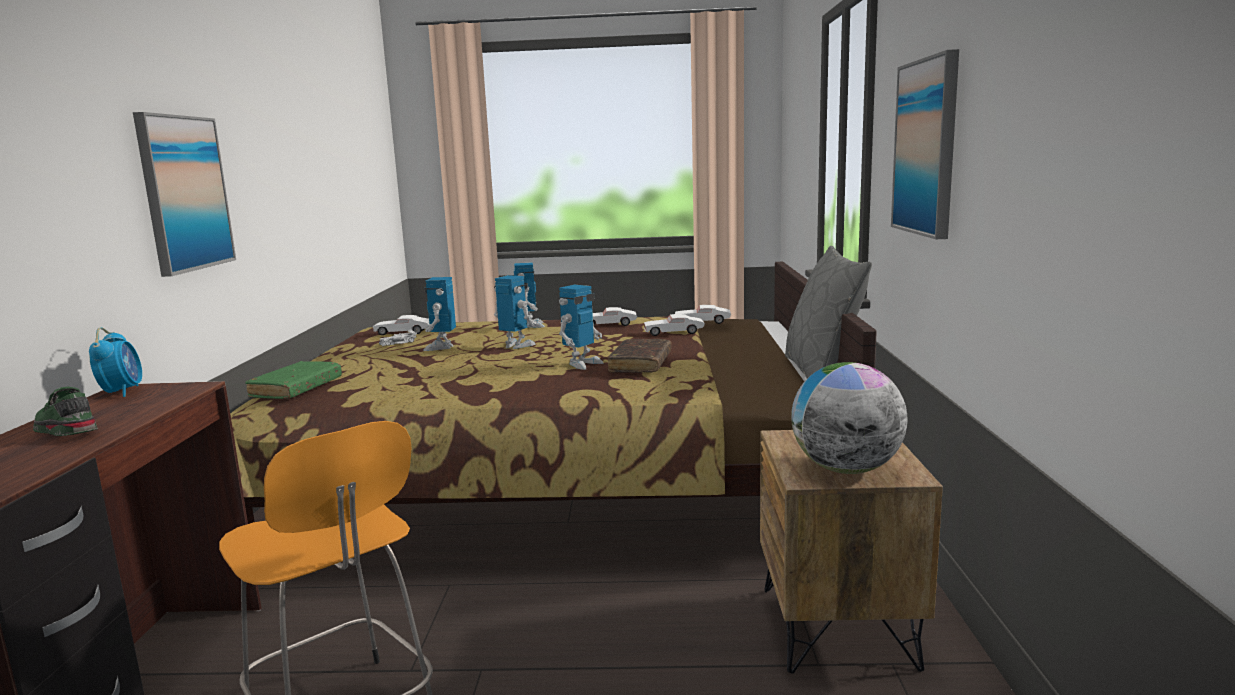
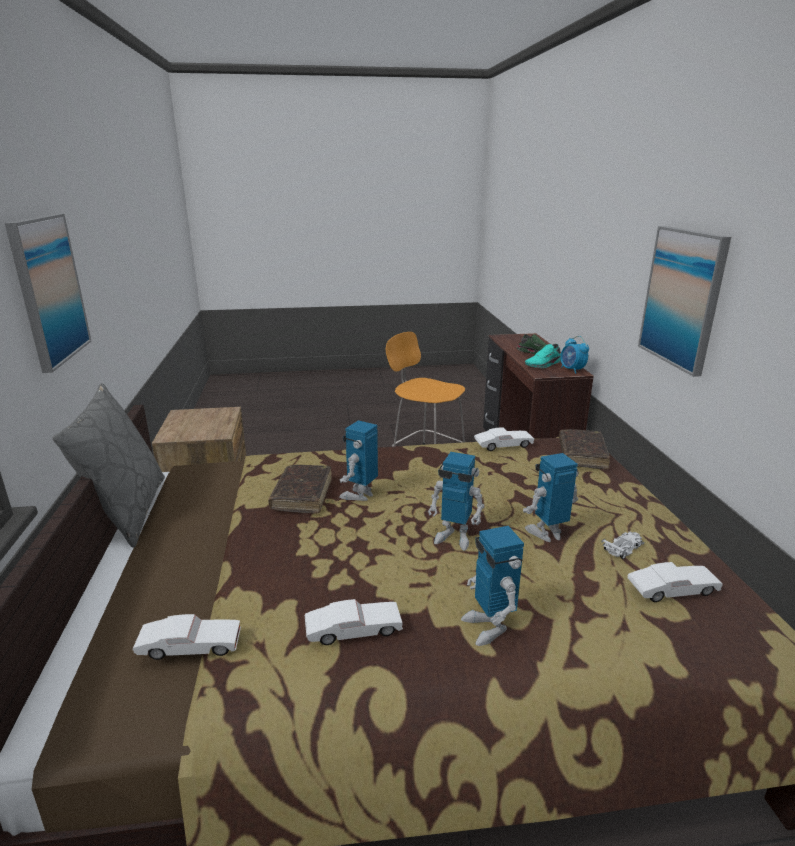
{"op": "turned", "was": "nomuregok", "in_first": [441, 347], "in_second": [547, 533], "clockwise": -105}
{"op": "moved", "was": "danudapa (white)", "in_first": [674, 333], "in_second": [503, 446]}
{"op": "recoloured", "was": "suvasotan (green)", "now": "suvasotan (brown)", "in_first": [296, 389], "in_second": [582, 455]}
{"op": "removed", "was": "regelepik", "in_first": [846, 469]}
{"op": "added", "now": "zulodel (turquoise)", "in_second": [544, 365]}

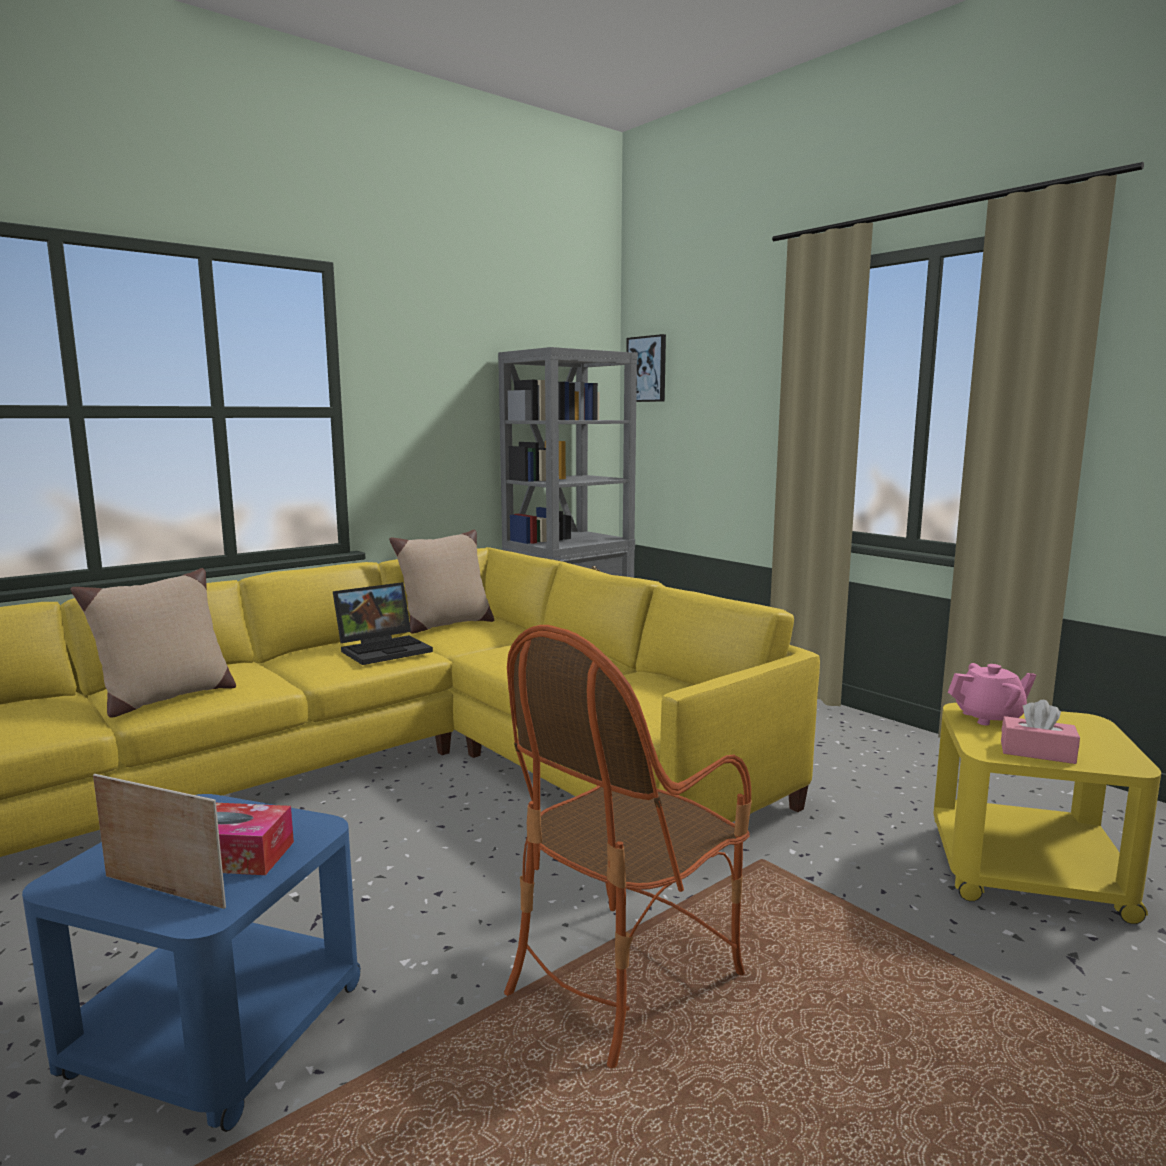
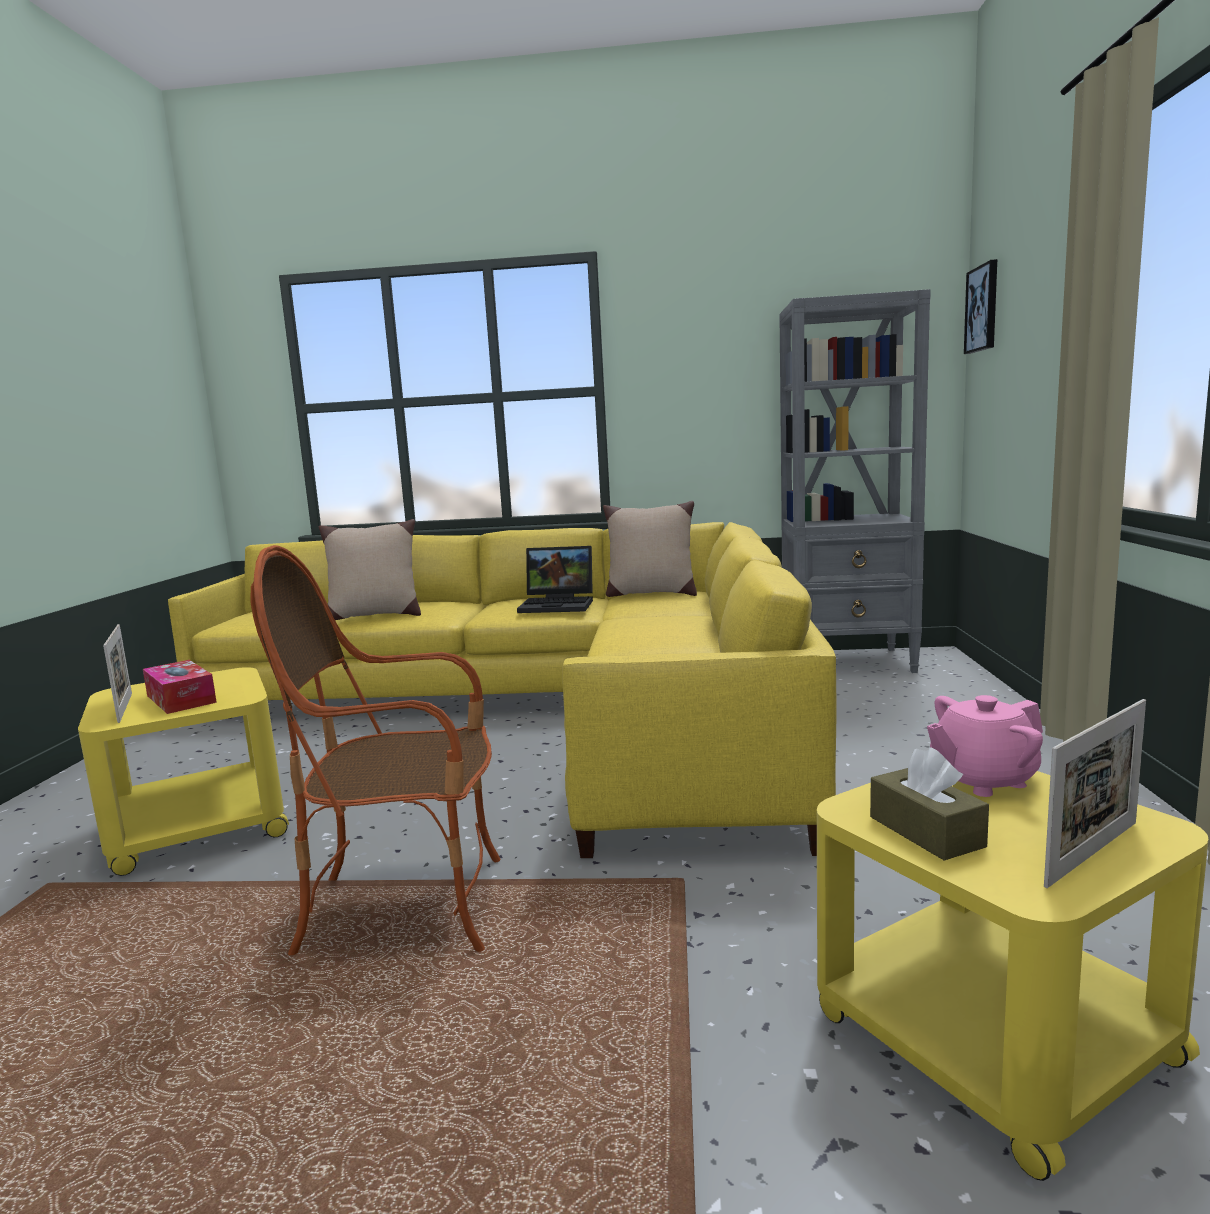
{"op": "turned", "was": "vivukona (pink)", "in_first": [989, 717], "in_second": [981, 780], "clockwise": 120}
{"op": "recoloured", "was": "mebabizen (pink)", "now": "mebabizen (brown)", "in_first": [1037, 752], "in_second": [926, 831]}
{"op": "recoloured", "was": "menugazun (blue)", "now": "menugazun (yellow)", "in_first": [216, 1032], "in_second": [198, 827]}
{"op": "added", "now": "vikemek", "in_second": [1092, 853]}

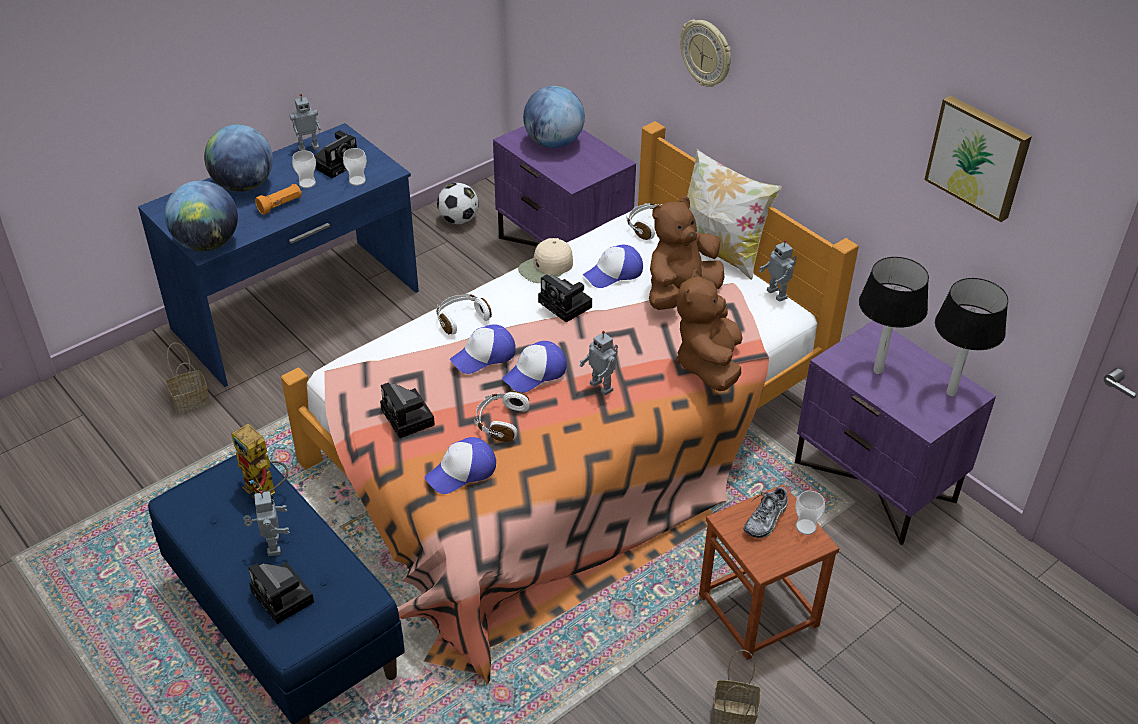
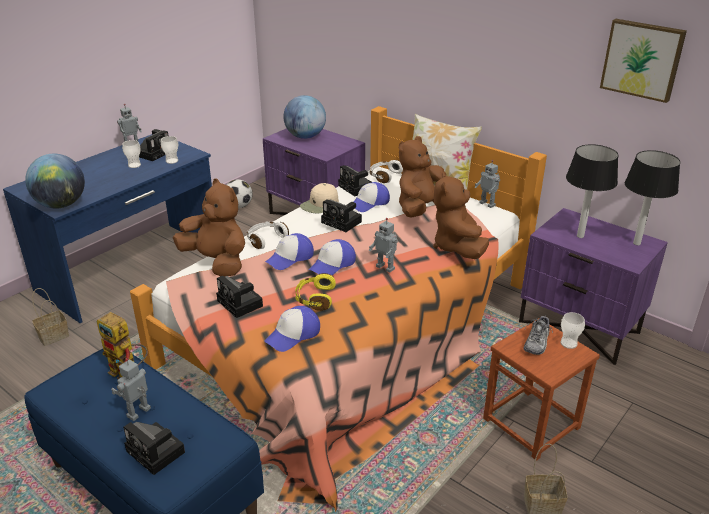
{"op": "removed", "was": "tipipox", "in_first": [707, 53]}
{"op": "removed", "was": "regelepik", "in_first": [244, 185]}
{"op": "removed", "was": "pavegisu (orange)", "in_first": [280, 205]}
{"op": "recoloured", "was": "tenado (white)", "now": "tenado (yellow)", "in_first": [500, 422], "in_second": [314, 298]}
{"op": "turned", "was": "nomuregok", "in_first": [271, 546], "in_second": [139, 413], "clockwise": -120}
{"op": "added", "now": "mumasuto", "in_second": [357, 188]}
{"op": "added", "now": "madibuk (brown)", "in_second": [217, 262]}

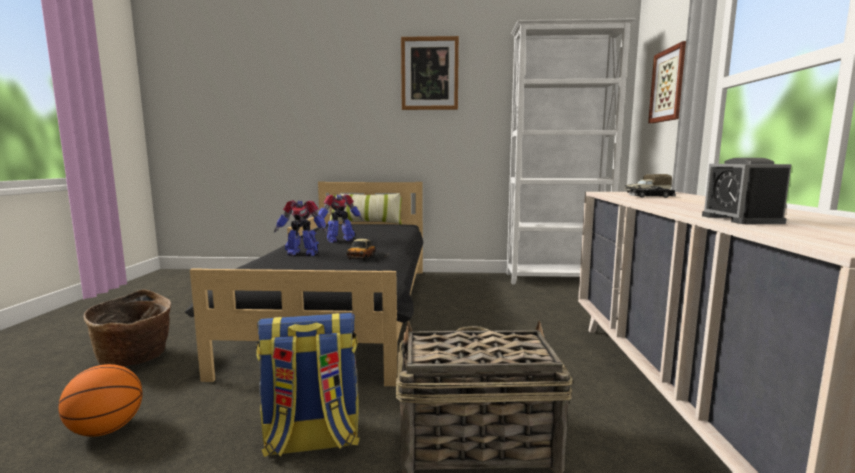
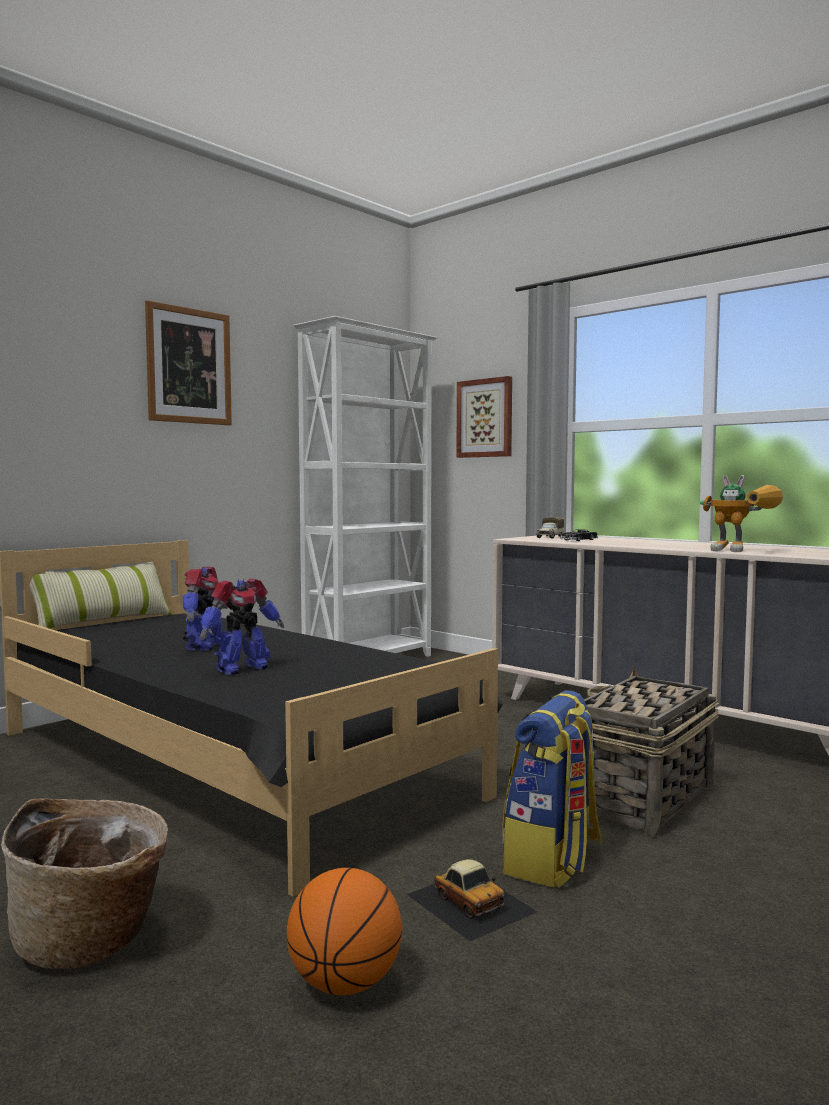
{"op": "replaced", "was": "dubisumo", "now": "nomuregok", "in_first": [741, 219], "in_second": [743, 551]}
{"op": "moved", "was": "danudapa", "in_first": [362, 257], "in_second": [470, 902]}

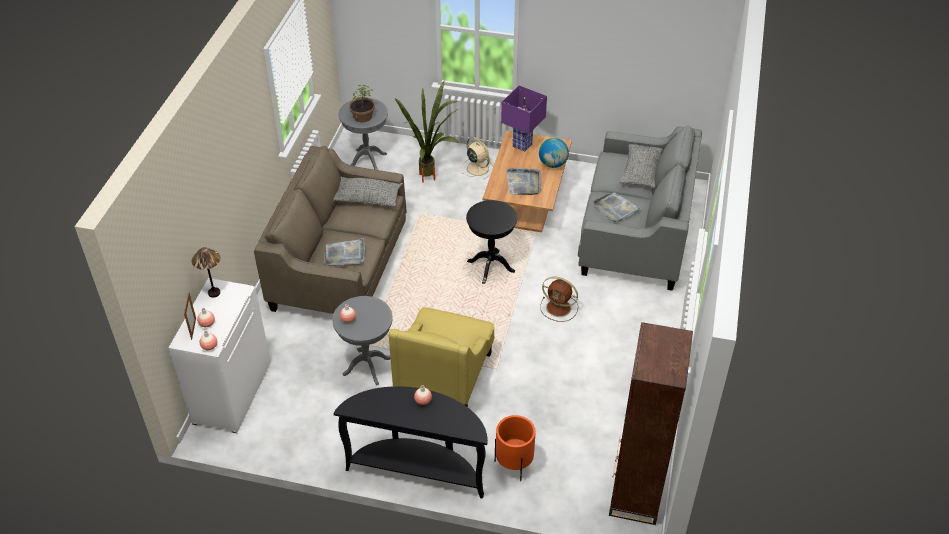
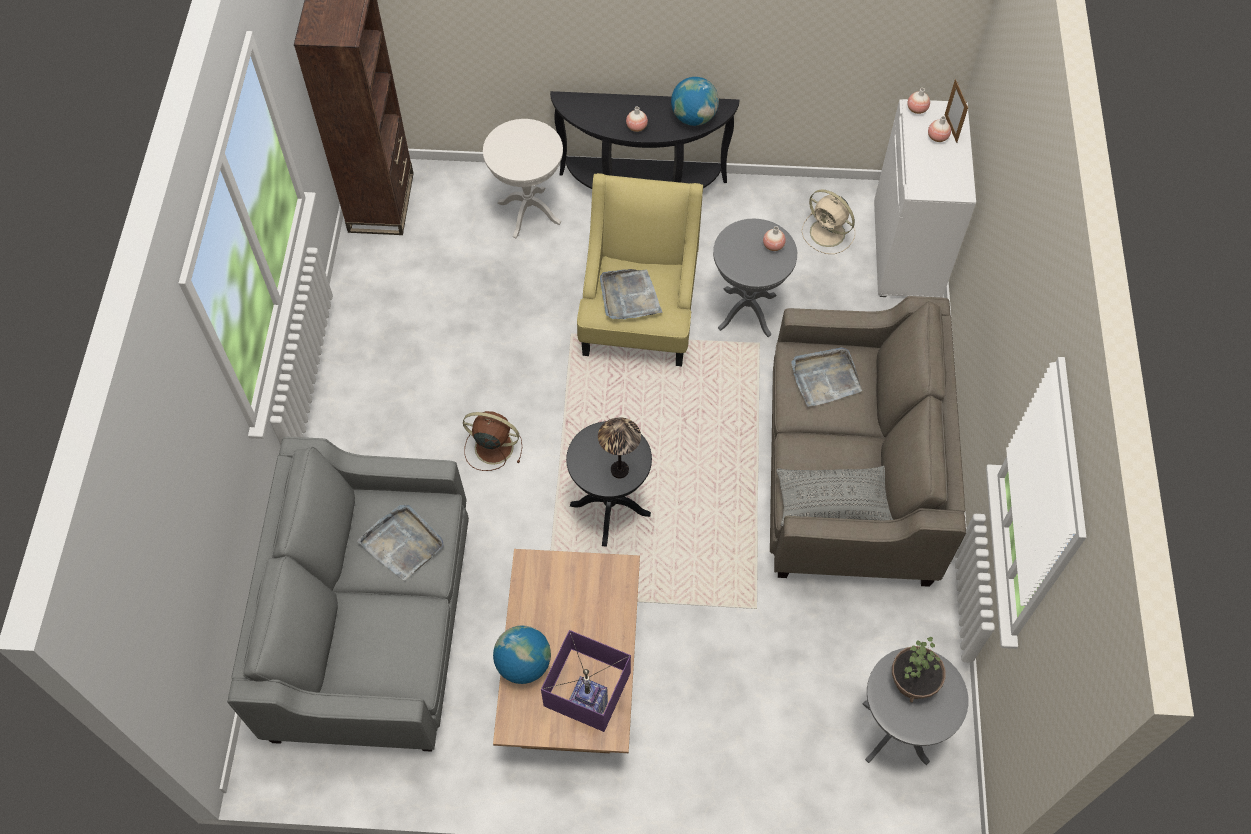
{"op": "removed", "was": "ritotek", "in_first": [432, 177]}
{"op": "moved", "was": "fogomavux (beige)", "in_first": [477, 168], "in_second": [828, 233]}
{"op": "removed", "was": "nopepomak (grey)", "in_first": [640, 171]}
{"op": "moved", "was": "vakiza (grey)", "in_first": [524, 183], "in_second": [629, 297]}
{"op": "moved", "was": "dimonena", "in_first": [214, 293], "in_second": [619, 470]}
{"op": "replaced", "was": "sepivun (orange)", "now": "menugazun (white)", "in_first": [514, 465], "in_second": [529, 212]}
{"op": "added", "now": "regelepik", "in_second": [694, 117]}

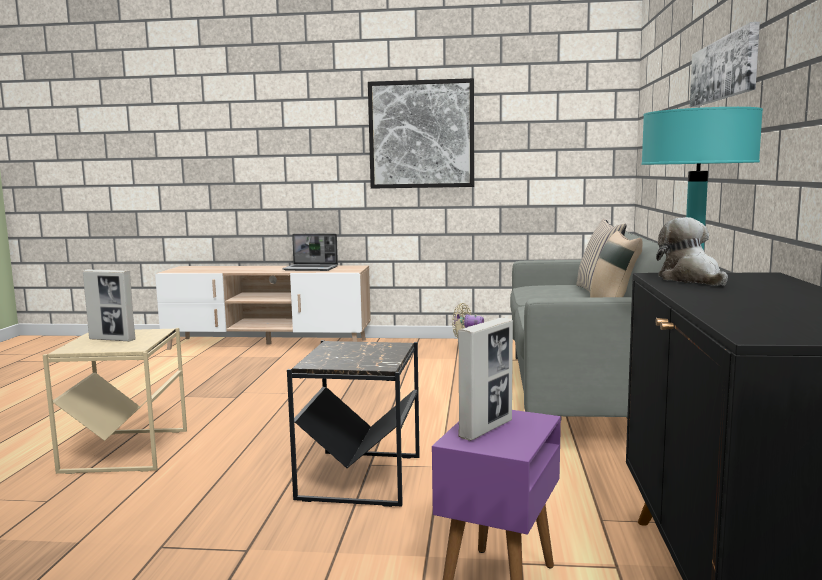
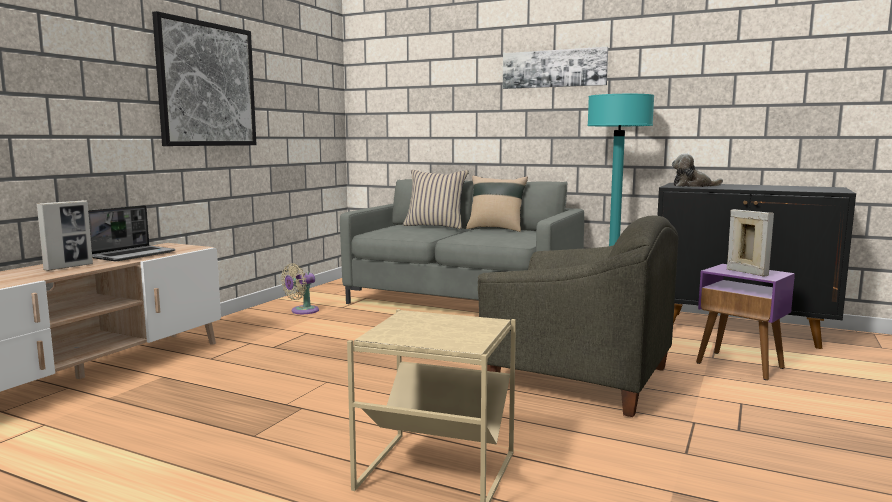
{"op": "moved", "was": "vikemek", "in_first": [112, 339], "in_second": [69, 267]}
{"op": "replaced", "was": "menugazun (black)", "now": "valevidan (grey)", "in_first": [359, 478], "in_second": [577, 378]}

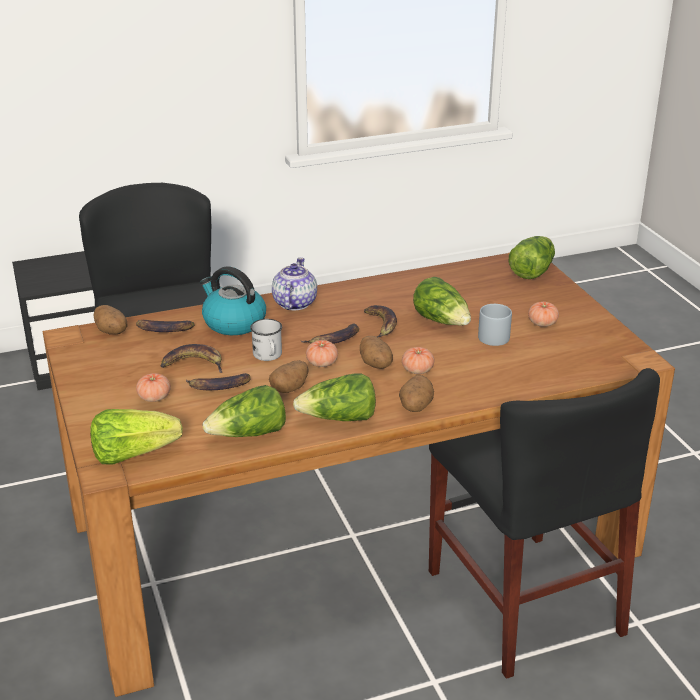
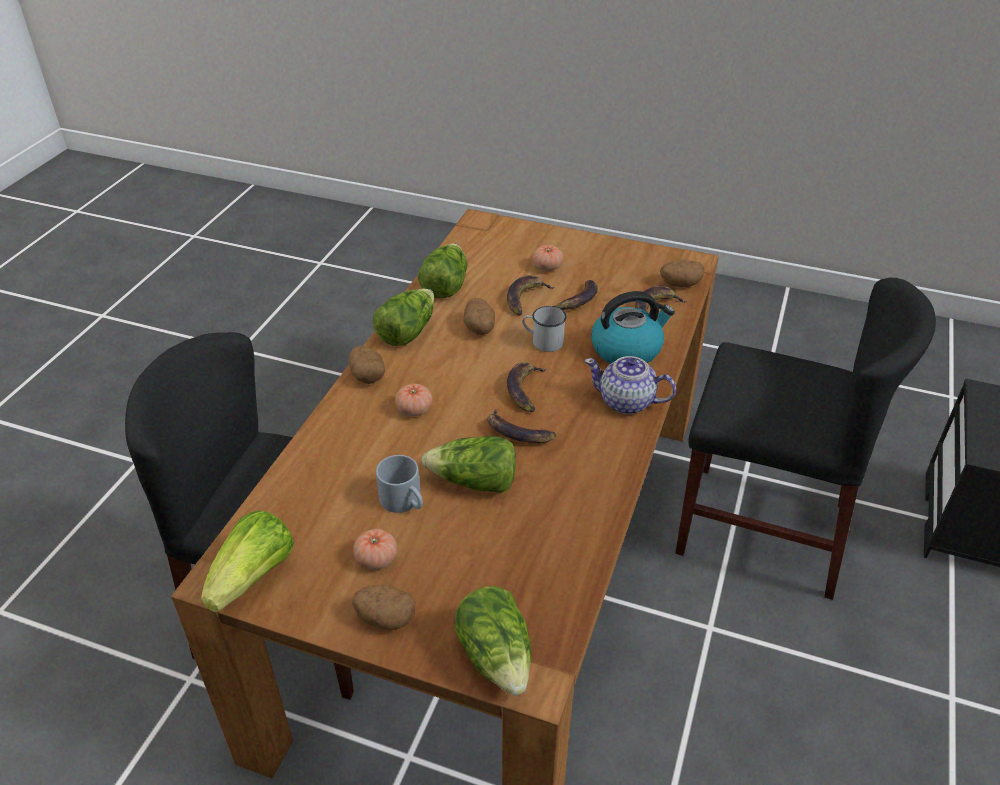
{"op": "turned", "was": "vivukona", "in_first": [294, 303], "in_second": [627, 402], "clockwise": 150}
{"op": "moved", "was": "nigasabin", "in_first": [376, 365], "in_second": [385, 618]}
{"op": "removed", "was": "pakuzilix", "in_first": [322, 363]}
{"op": "moved", "was": "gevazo", "in_first": [132, 454], "in_second": [254, 577]}

